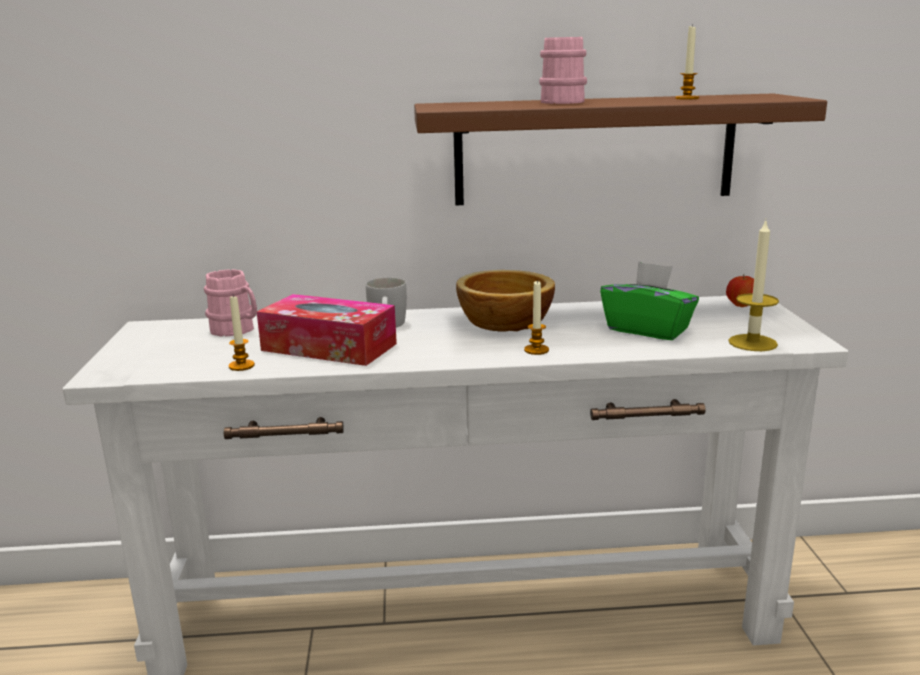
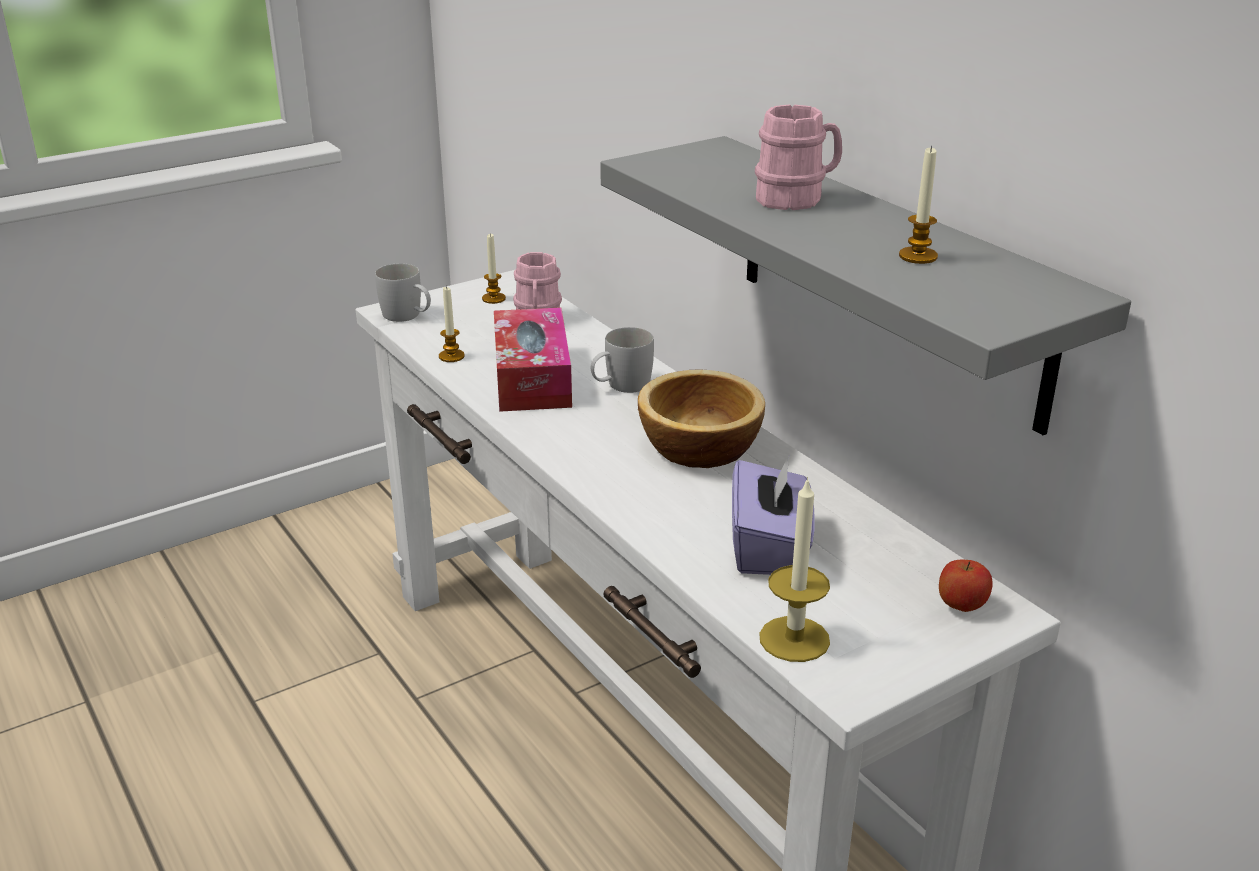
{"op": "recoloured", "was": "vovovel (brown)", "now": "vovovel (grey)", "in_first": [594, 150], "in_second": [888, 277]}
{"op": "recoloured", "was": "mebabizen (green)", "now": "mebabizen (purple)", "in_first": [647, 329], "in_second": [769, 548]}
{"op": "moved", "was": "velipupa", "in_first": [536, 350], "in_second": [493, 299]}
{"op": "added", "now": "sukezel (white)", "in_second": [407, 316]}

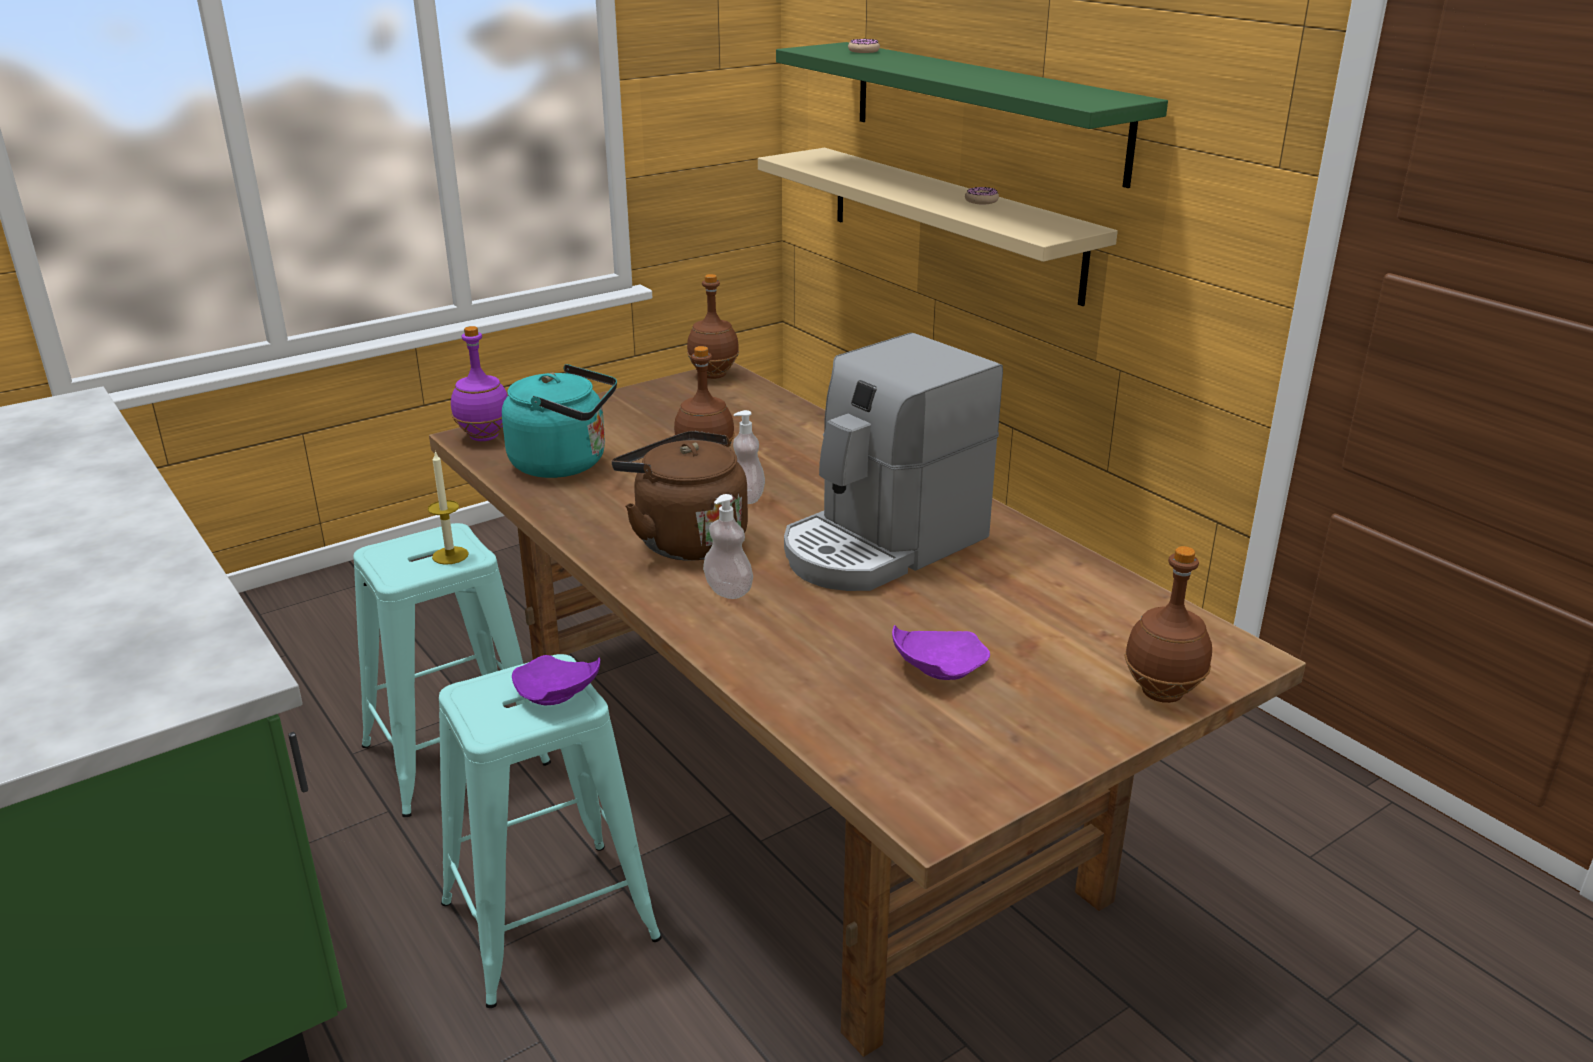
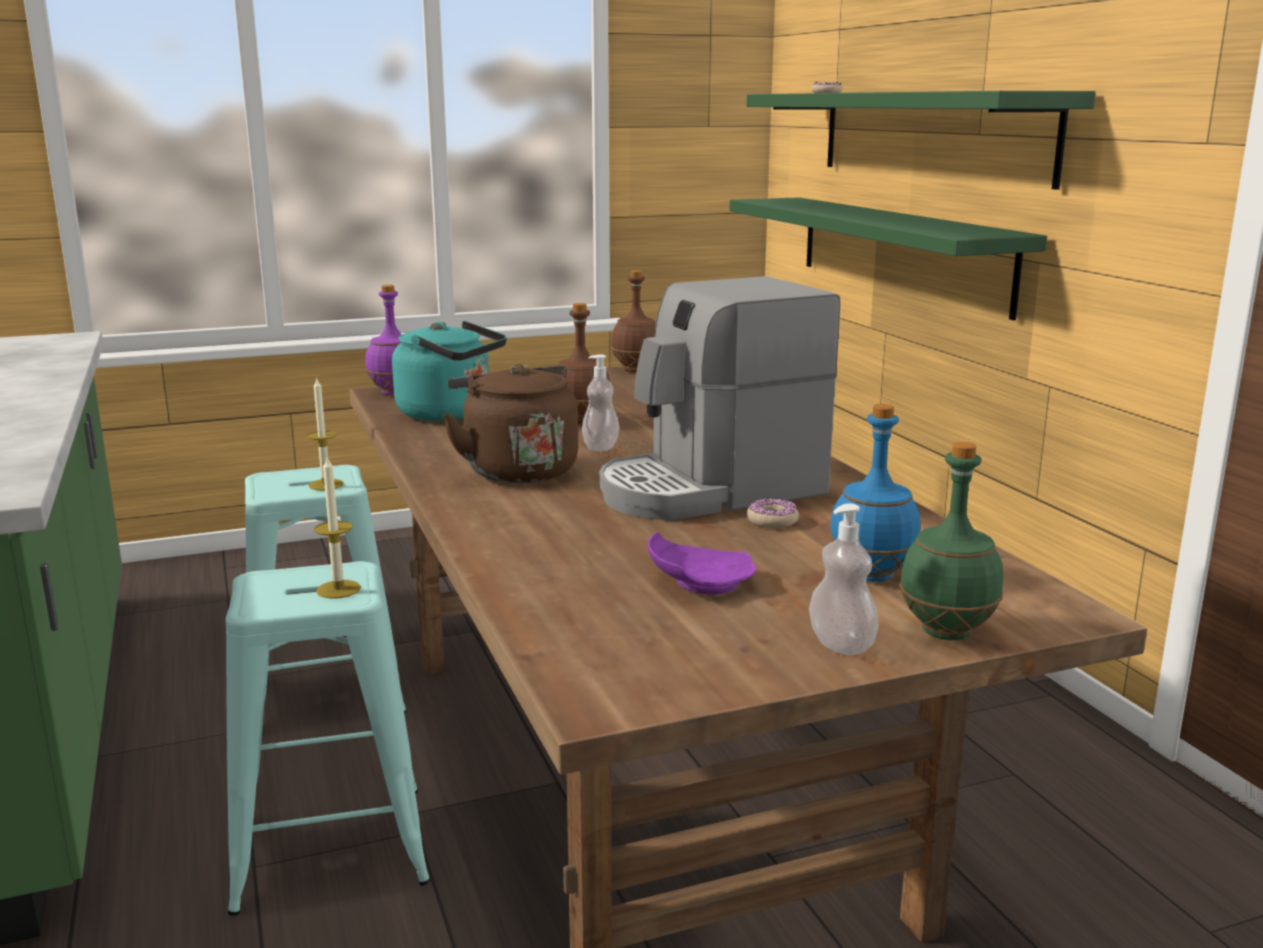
{"op": "recoloured", "was": "vovovel (beige)", "now": "vovovel (green)", "in_first": [951, 221], "in_second": [900, 251]}
{"op": "moved", "was": "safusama", "in_first": [981, 201], "in_second": [772, 521]}
{"op": "moved", "was": "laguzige", "in_first": [728, 591], "in_second": [841, 645]}
{"op": "recoloured", "was": "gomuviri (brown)", "now": "gomuviri (green)", "in_first": [1161, 694], "in_second": [945, 633]}
{"op": "replaced", "was": "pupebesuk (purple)", "now": "velipupa", "in_first": [556, 694], "in_second": [338, 589]}
{"op": "added", "now": "gomuviri (blue)", "in_second": [870, 576]}

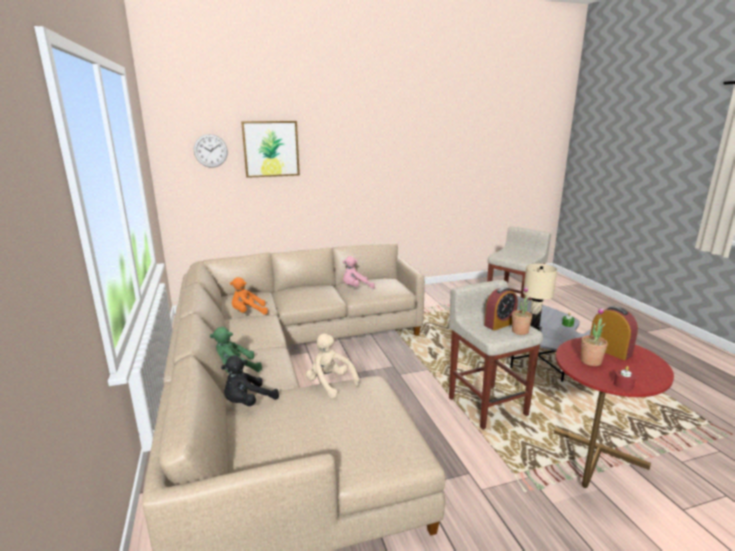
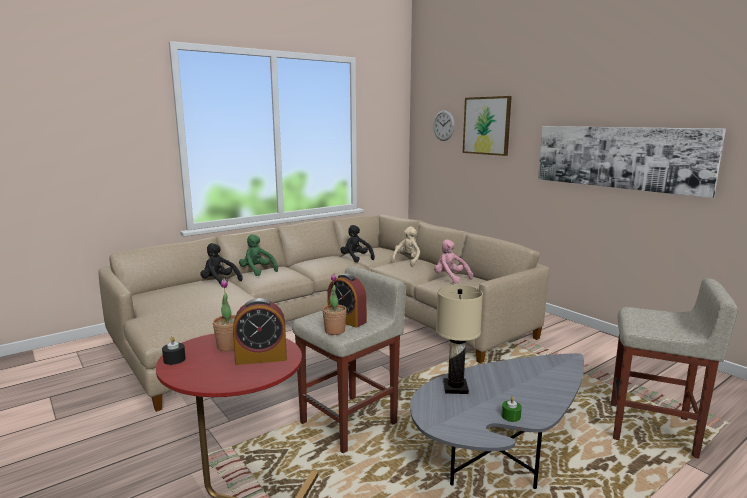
{"op": "recoloured", "was": "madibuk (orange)", "now": "madibuk (black)", "in_first": [248, 313], "in_second": [356, 258]}
{"op": "turned", "was": "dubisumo", "in_first": [610, 350], "in_second": [261, 357], "clockwise": 45}
{"op": "moved", "was": "madibuk (beige)", "in_first": [330, 384], "in_second": [407, 261]}
{"op": "recoloured", "was": "velipupa (red)", "now": "velipupa (black)", "in_first": [623, 384], "in_second": [174, 359]}
{"op": "added", "now": "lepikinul", "in_second": [619, 157]}

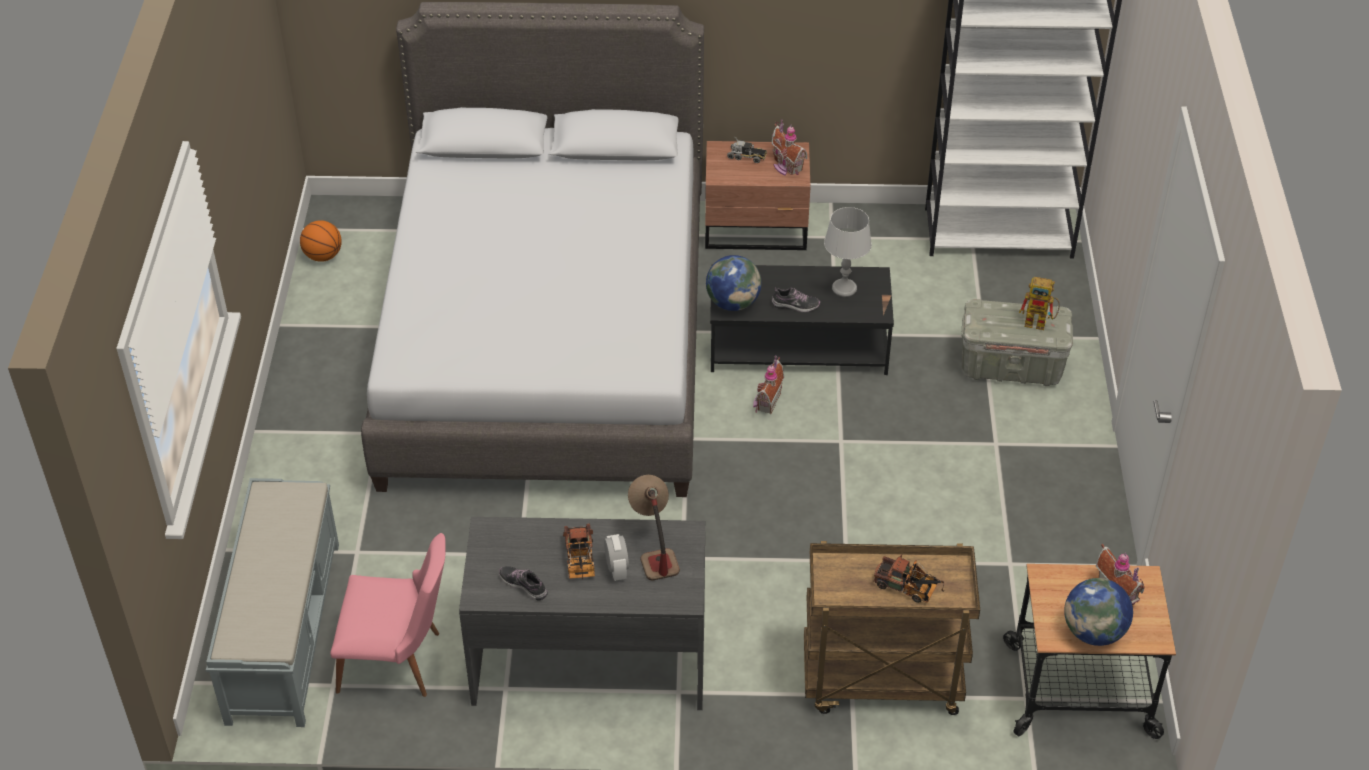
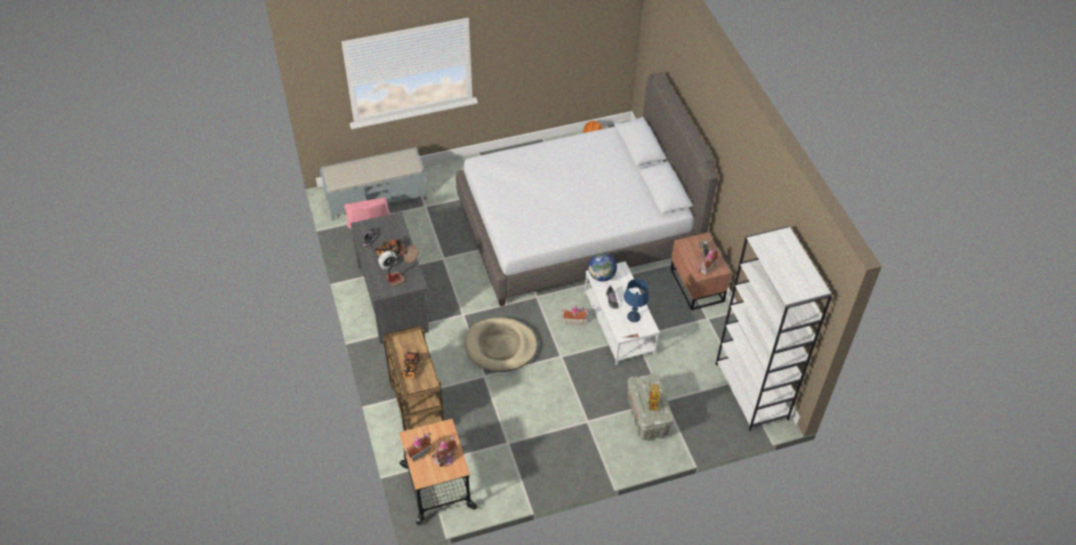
{"op": "recoloured", "was": "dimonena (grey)", "now": "dimonena (blue)", "in_first": [844, 288], "in_second": [633, 317]}
{"op": "recoloured", "was": "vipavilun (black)", "now": "vipavilun (white)", "in_first": [799, 345], "in_second": [619, 324]}
{"op": "replaced", "was": "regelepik", "now": "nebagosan", "in_first": [1093, 632], "in_second": [417, 453]}
{"op": "added", "now": "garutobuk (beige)", "in_second": [500, 347]}

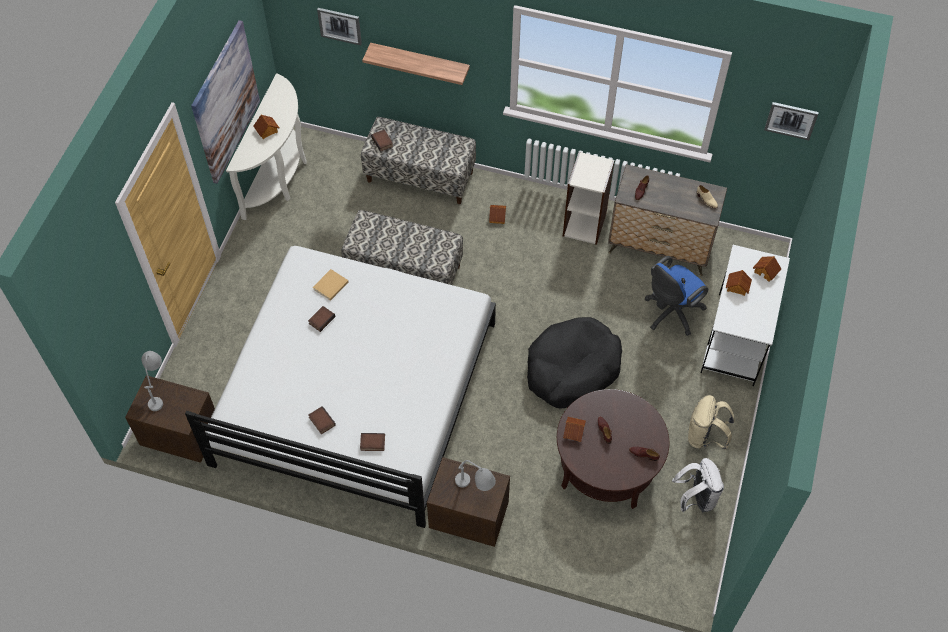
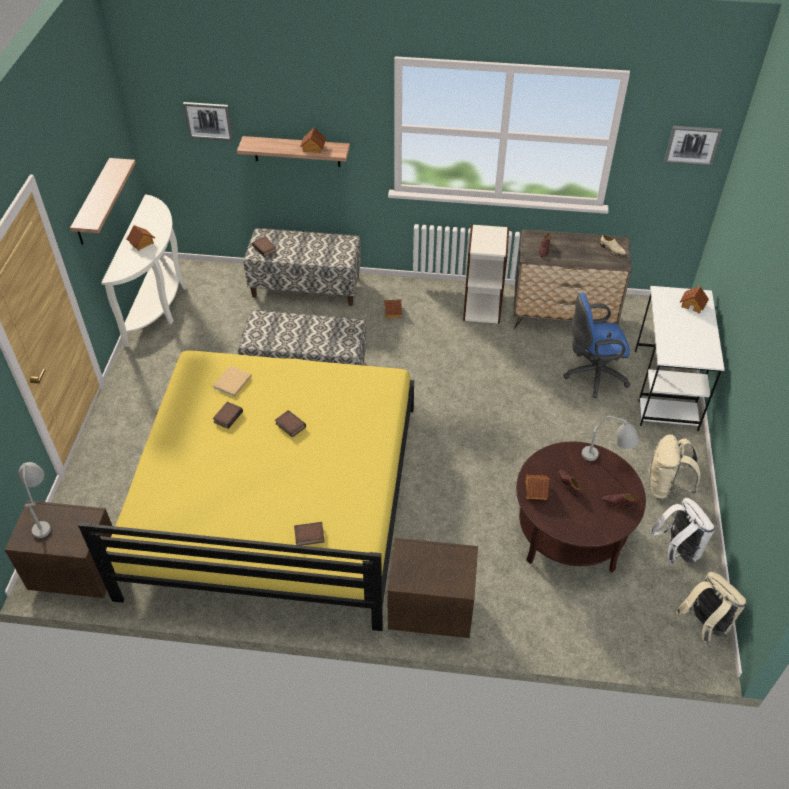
{"op": "replaced", "was": "lepikinul", "now": "vovovel", "in_first": [225, 102], "in_second": [93, 203]}
{"op": "recoloured", "was": "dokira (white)", "now": "dokira (yellow)", "in_first": [355, 393], "in_second": [274, 498]}
{"op": "turned", "was": "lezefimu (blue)", "in_first": [670, 313], "in_second": [592, 375], "clockwise": 45}
{"op": "moved", "was": "nebagosan", "in_first": [737, 287], "in_second": [313, 148]}
{"op": "removed", "was": "garutobuk (black)", "in_first": [572, 369]}
{"op": "moved", "was": "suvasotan", "in_first": [321, 421], "in_second": [289, 426]}
{"op": "moved", "was": "dimonena (grey)", "in_first": [475, 490], "in_second": [607, 461]}
{"op": "added", "now": "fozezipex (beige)", "in_second": [703, 625]}

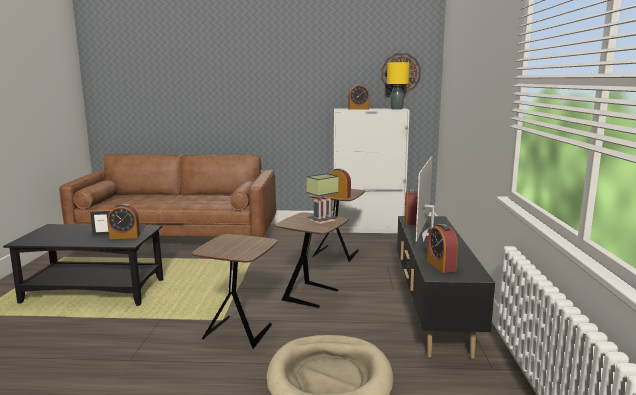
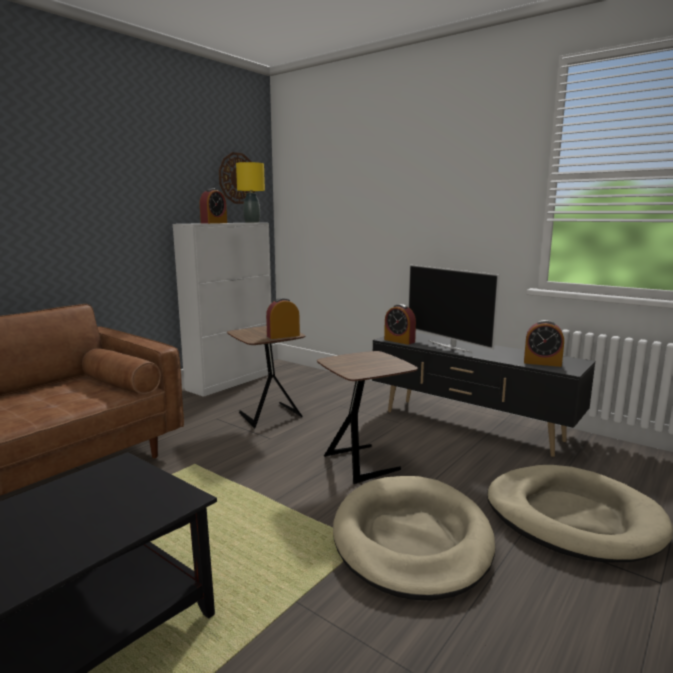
{"op": "removed", "was": "dimonena", "in_first": [322, 220]}
{"op": "removed", "was": "dubisumo", "in_first": [125, 236]}
{"op": "removed", "was": "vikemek", "in_first": [102, 234]}
{"op": "replaced", "was": "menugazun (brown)", "now": "garutobuk (beige)", "in_first": [239, 331], "in_second": [411, 539]}

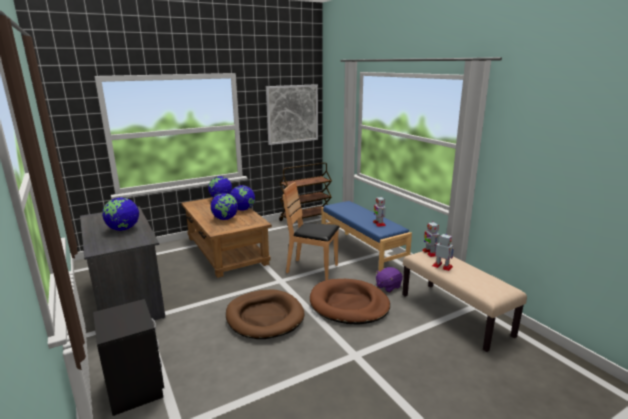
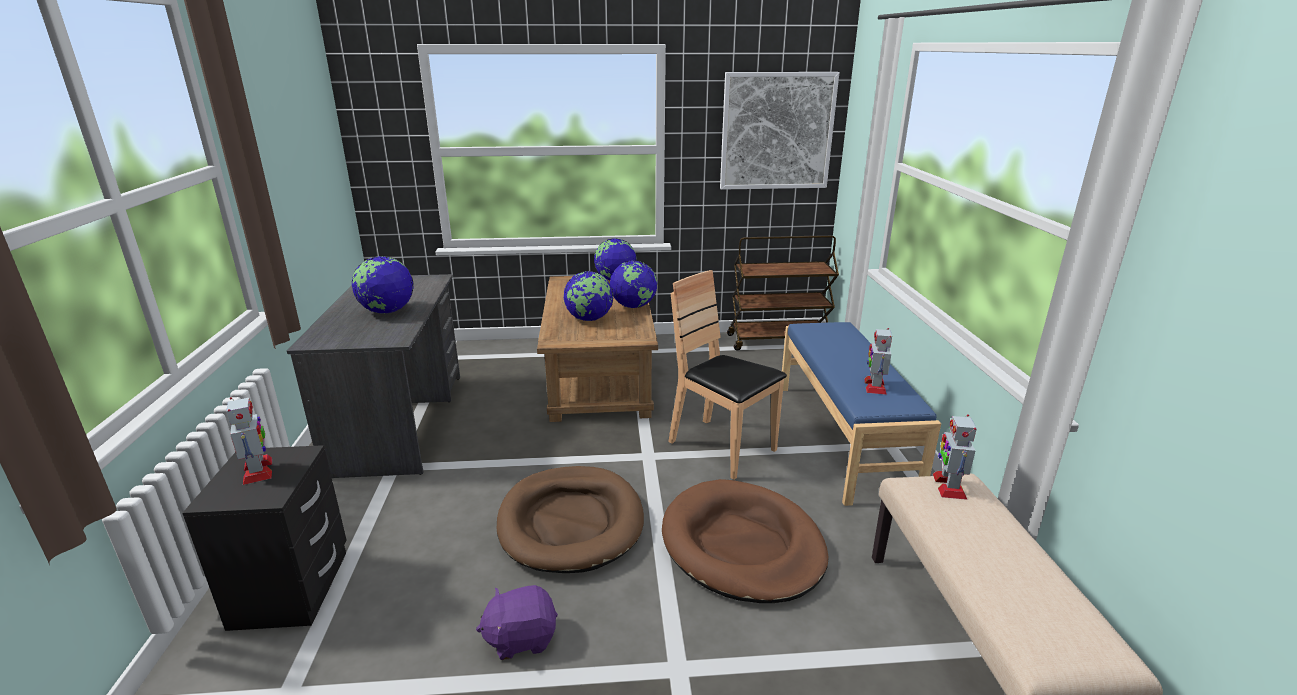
{"op": "moved", "was": "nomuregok", "in_first": [442, 266], "in_second": [258, 471]}
{"op": "moved", "was": "madibuk (purple)", "in_first": [388, 287], "in_second": [521, 638]}

